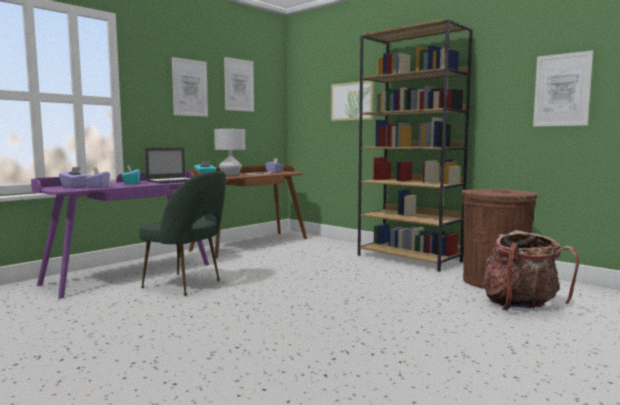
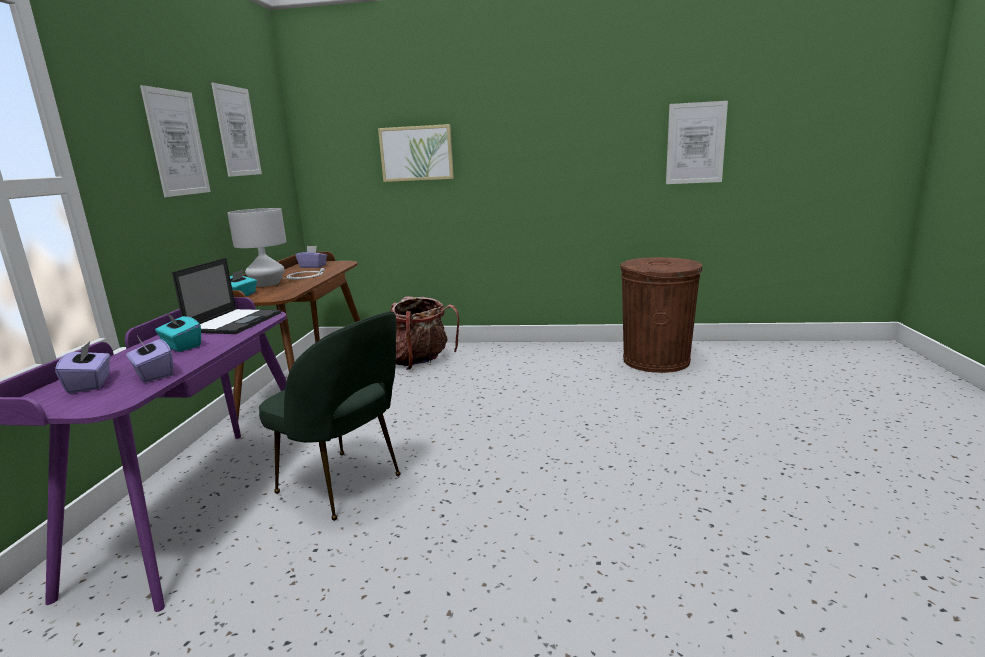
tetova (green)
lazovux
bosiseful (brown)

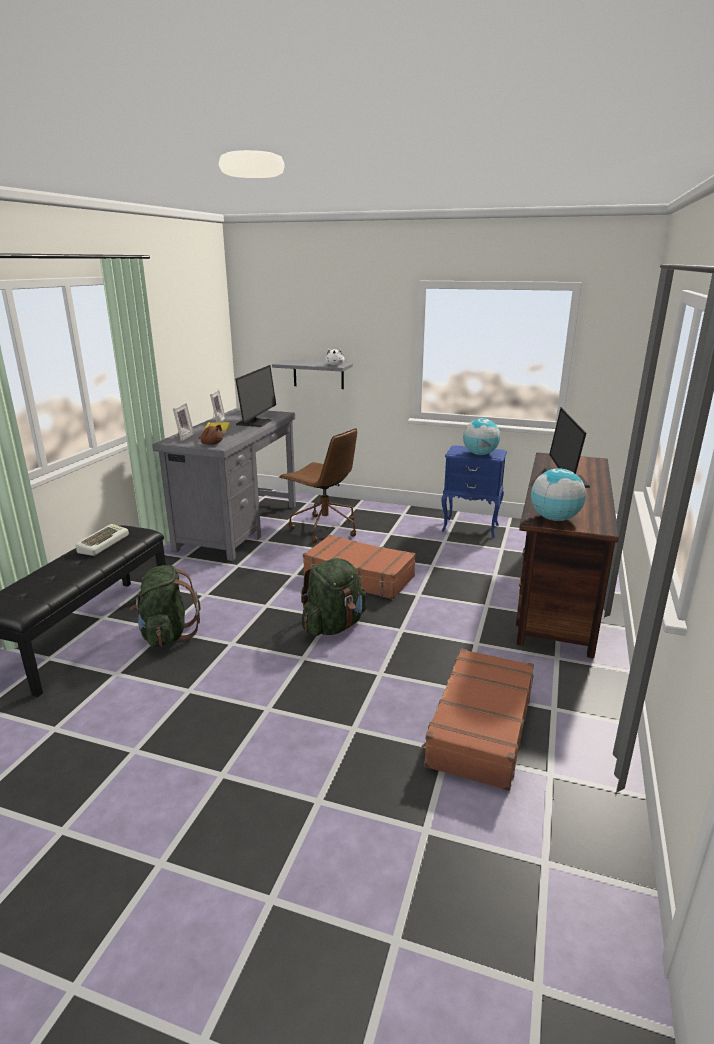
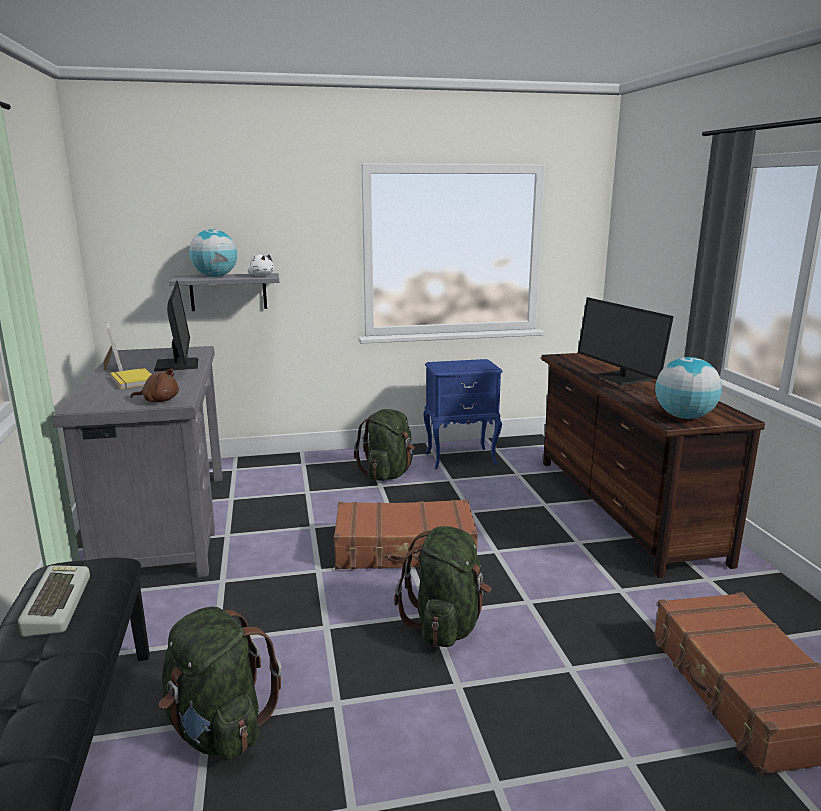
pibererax (1st from left)
lazovux (green) (2nd from left)
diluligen (1st from left in the first image)
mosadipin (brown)

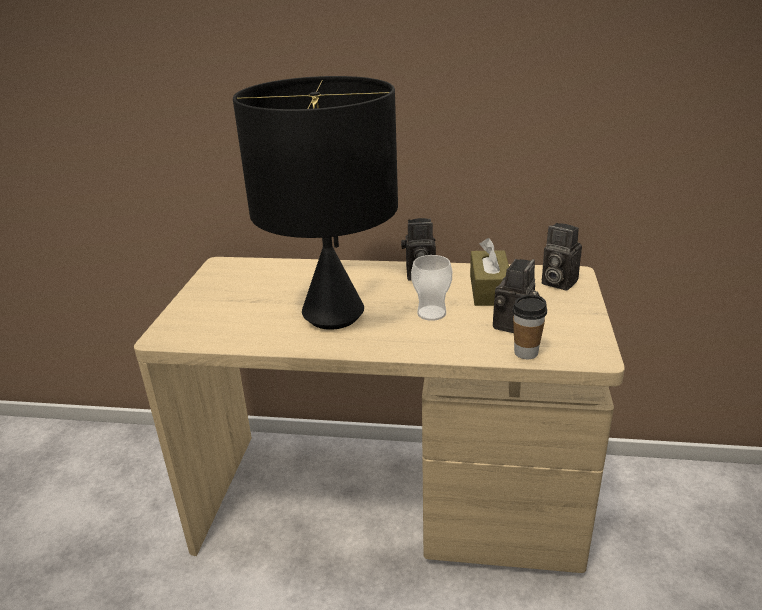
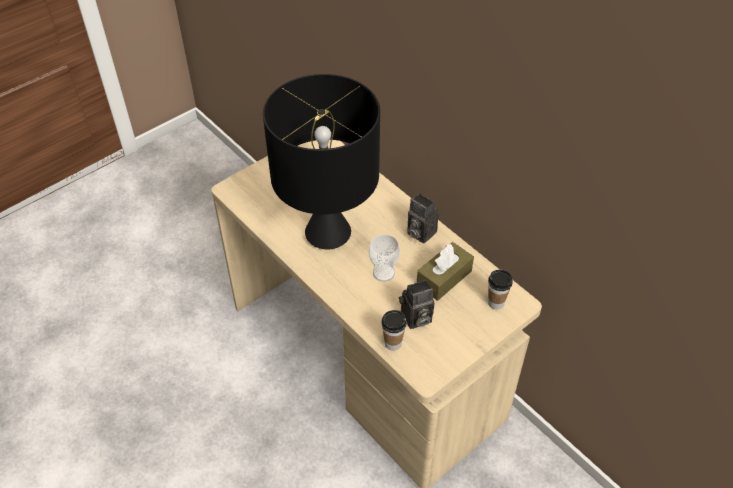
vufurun (3rd from left)

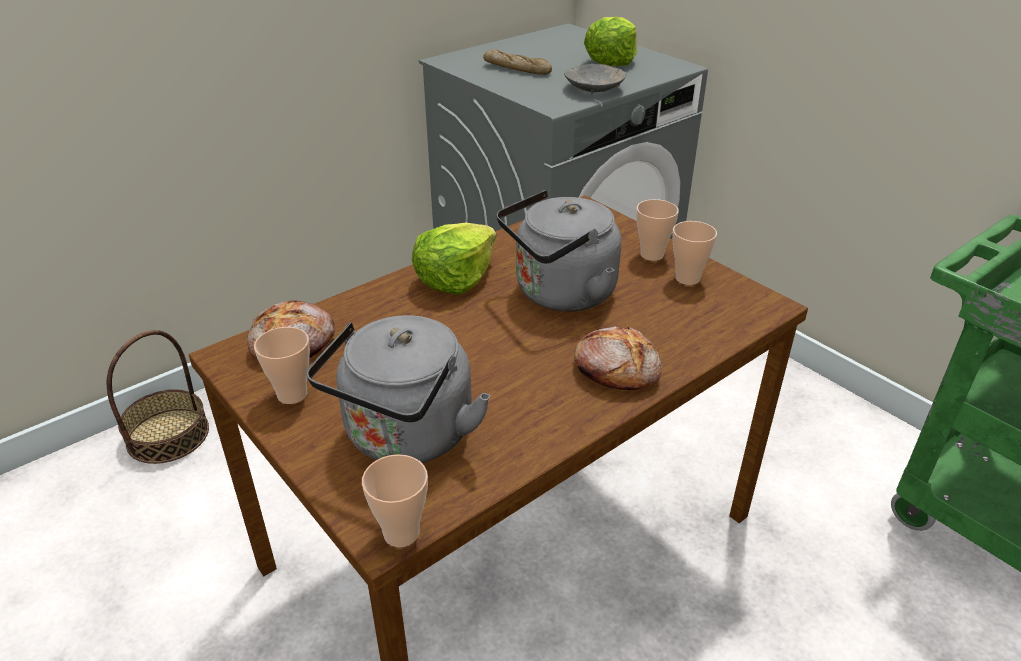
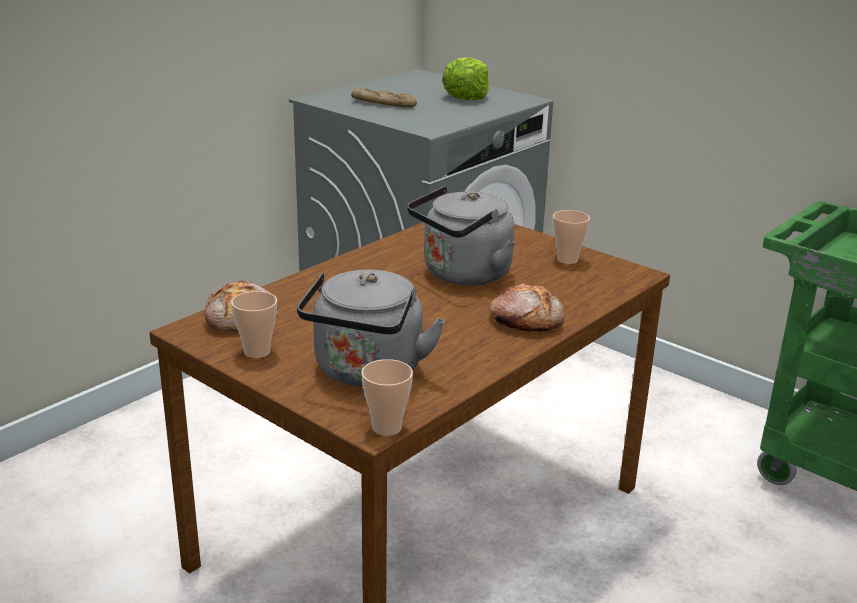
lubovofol
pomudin (1st from left in the first image)
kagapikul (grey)
vufurun (3rd from left in the first image)

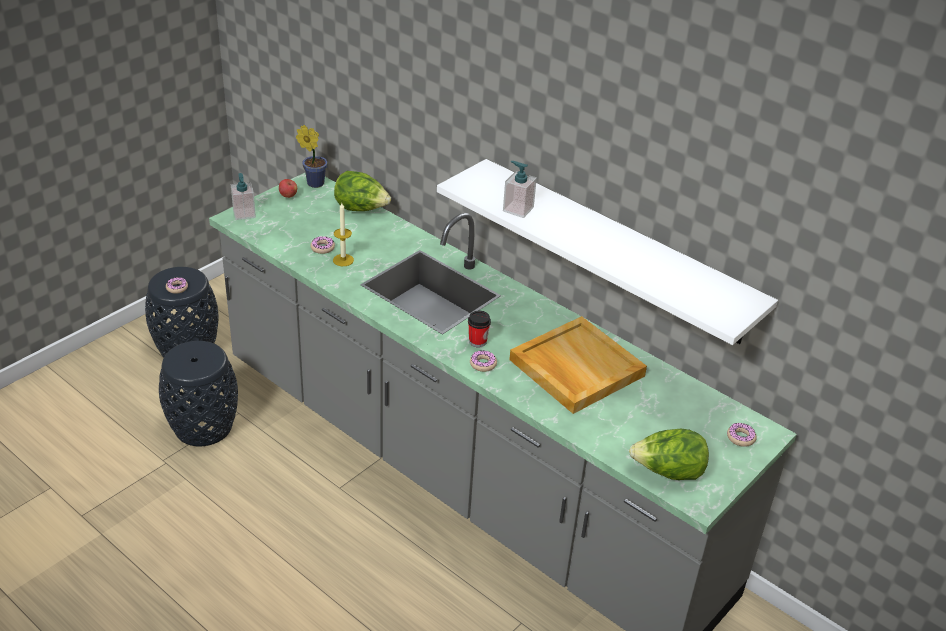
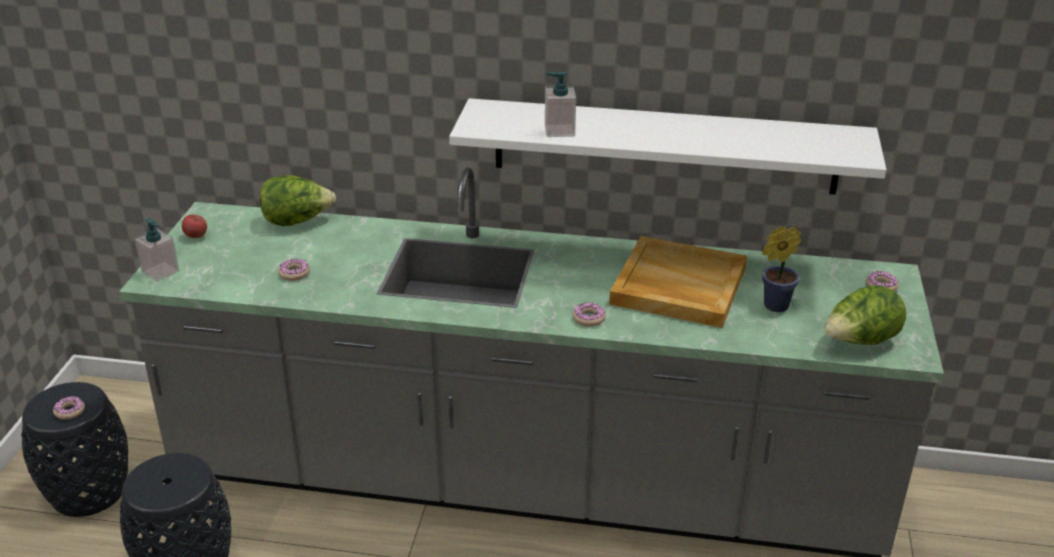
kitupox
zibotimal
vufurun

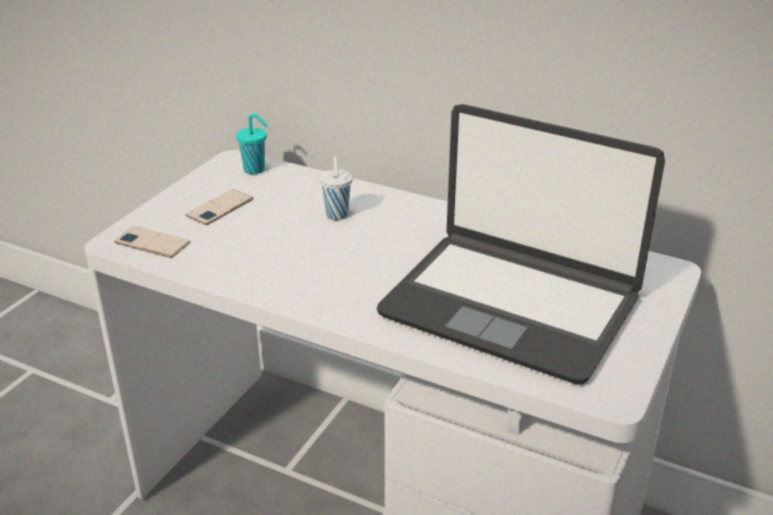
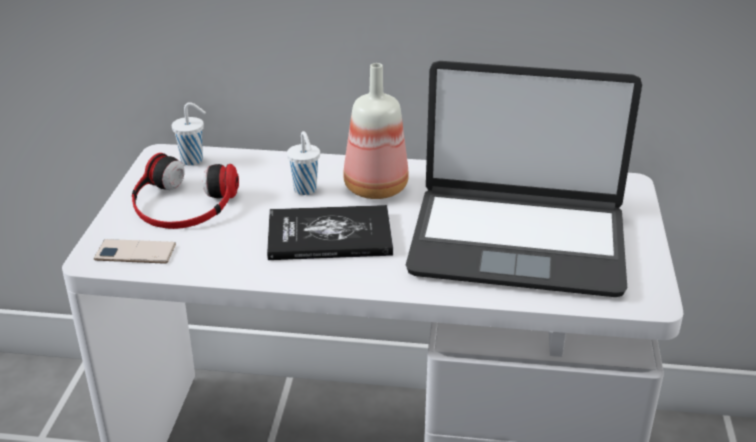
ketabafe
vufurun (white) (1st from left)
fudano
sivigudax

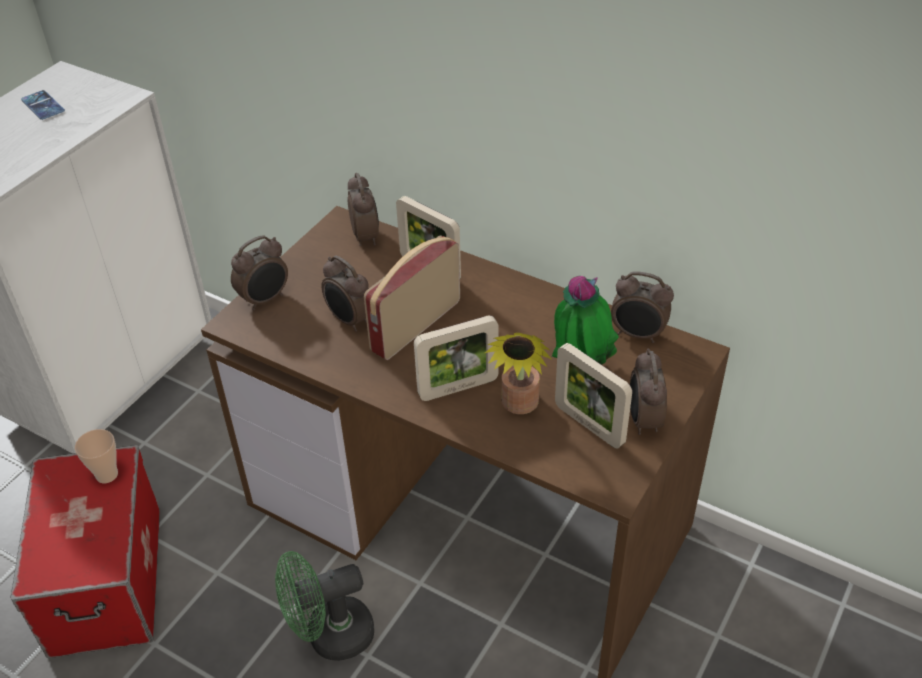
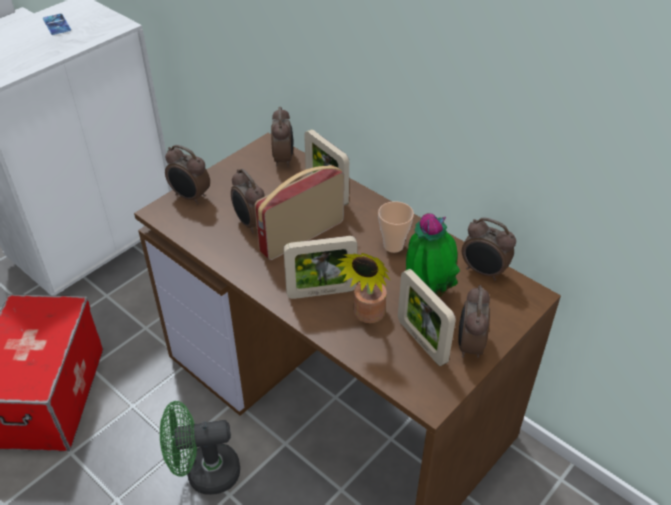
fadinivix (1st from left)
vufurun

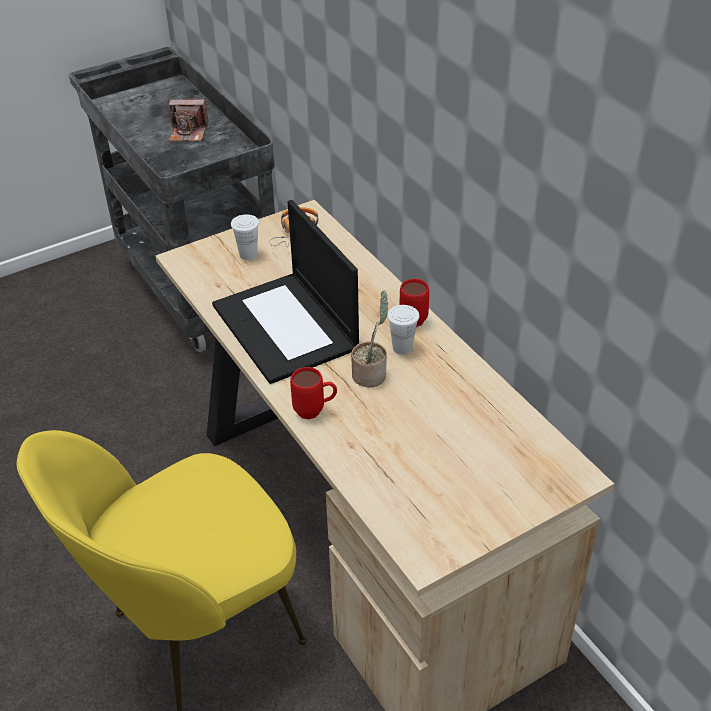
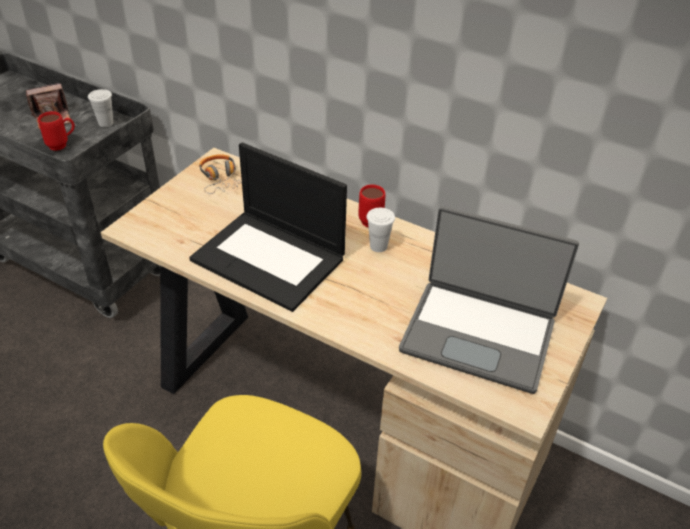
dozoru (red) (1st from left)
vufurun (white) (1st from left)
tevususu (2nd from left)
kitupox

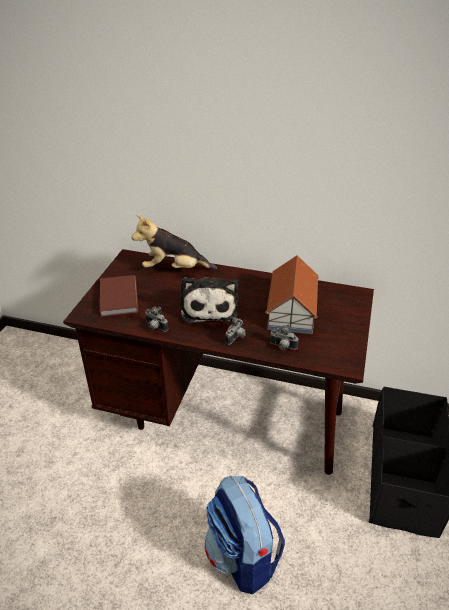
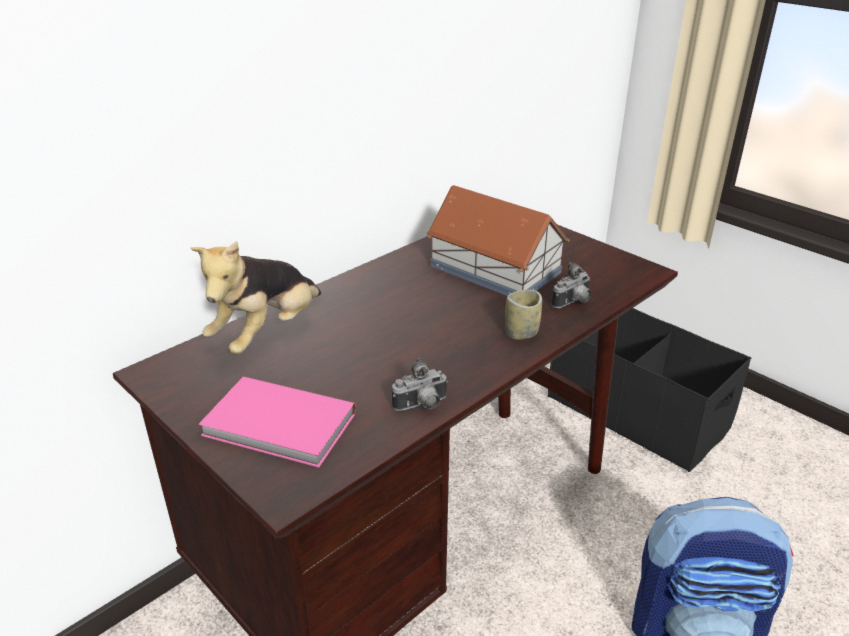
fudano (pink)
vufurun
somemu (2nd from left in the first image)

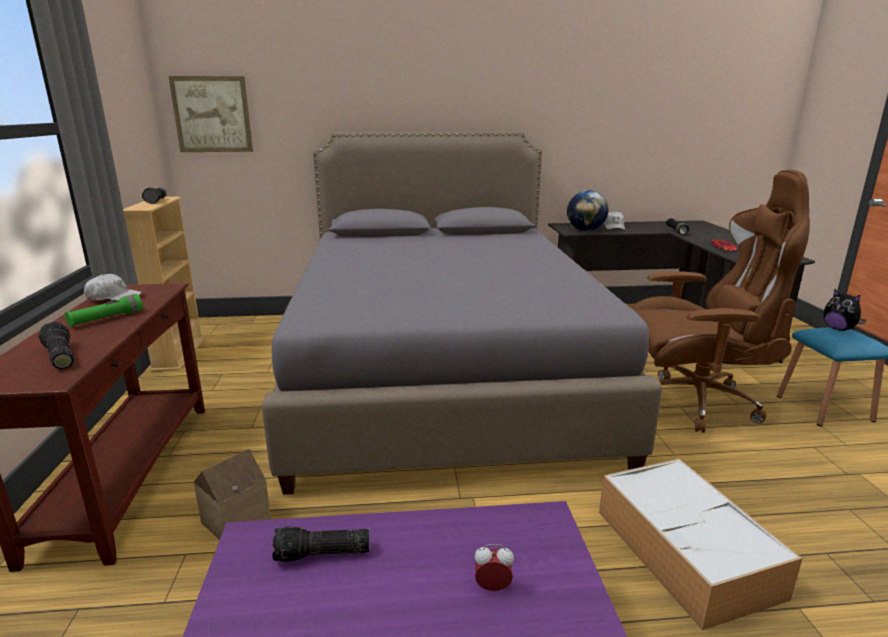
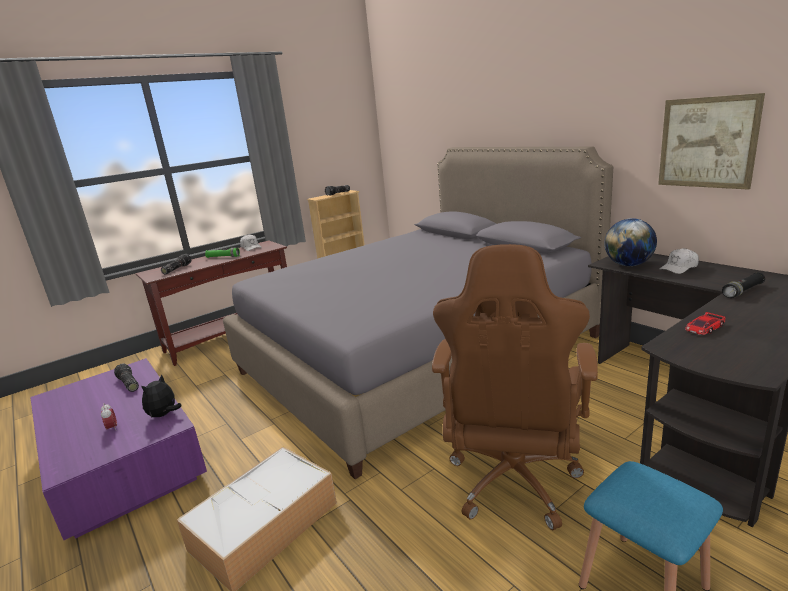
somemu
mosadipin (brown)
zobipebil
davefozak

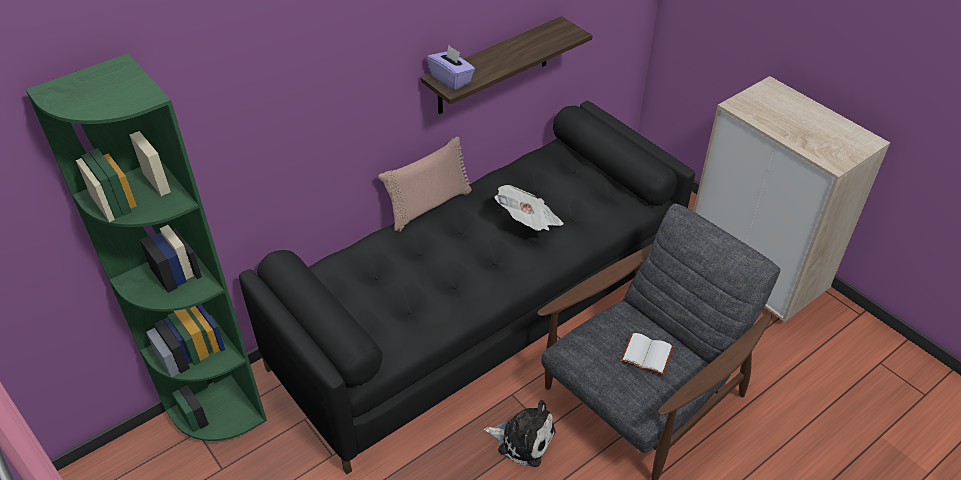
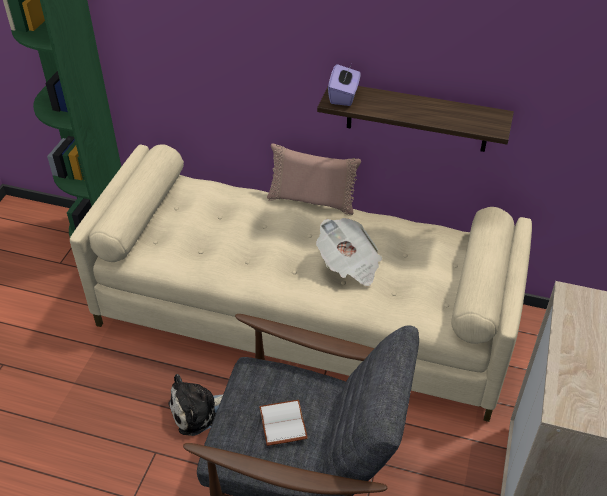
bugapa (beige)
somemu

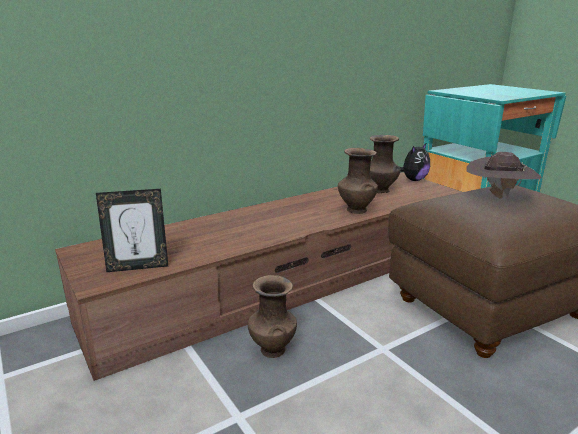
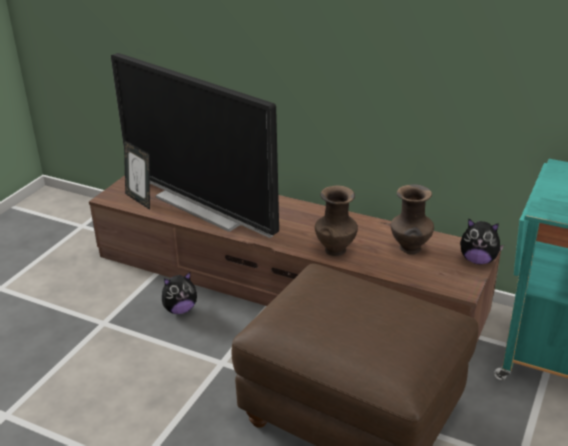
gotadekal
somemu (1st from left)
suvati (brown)

